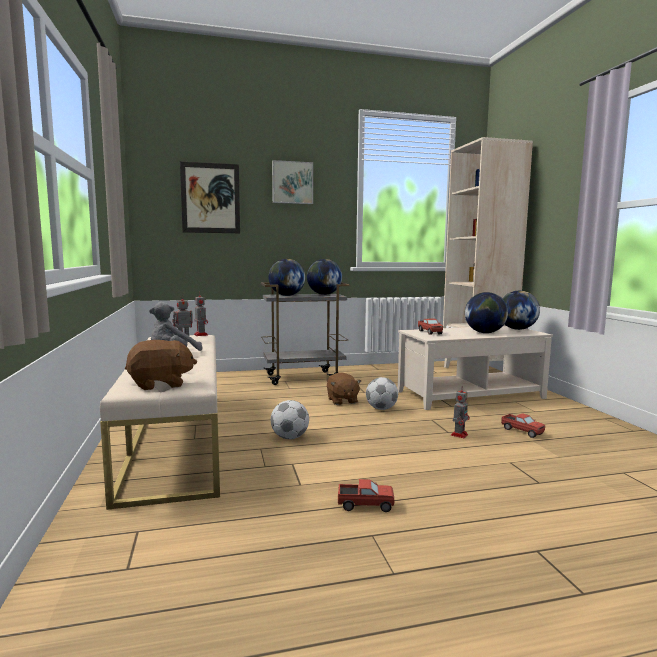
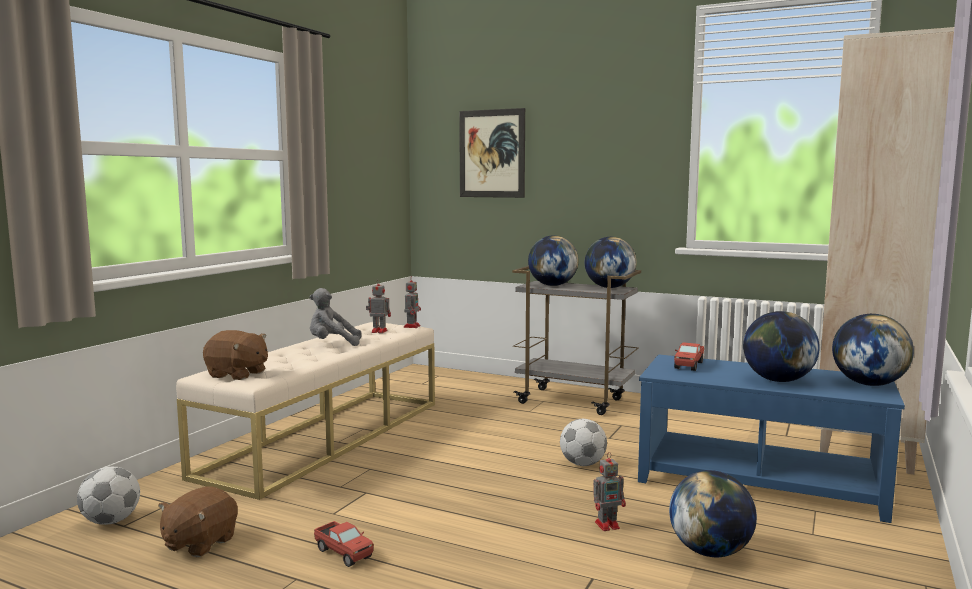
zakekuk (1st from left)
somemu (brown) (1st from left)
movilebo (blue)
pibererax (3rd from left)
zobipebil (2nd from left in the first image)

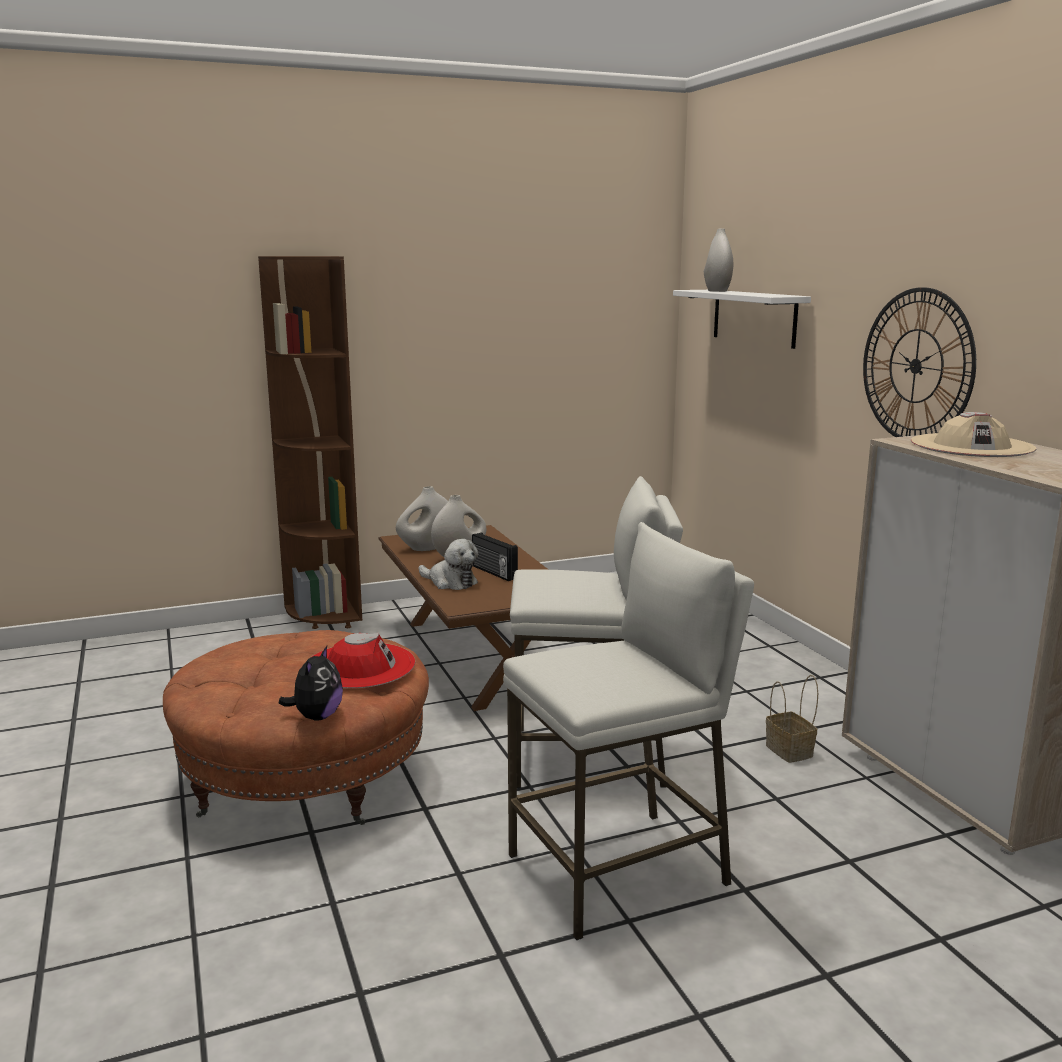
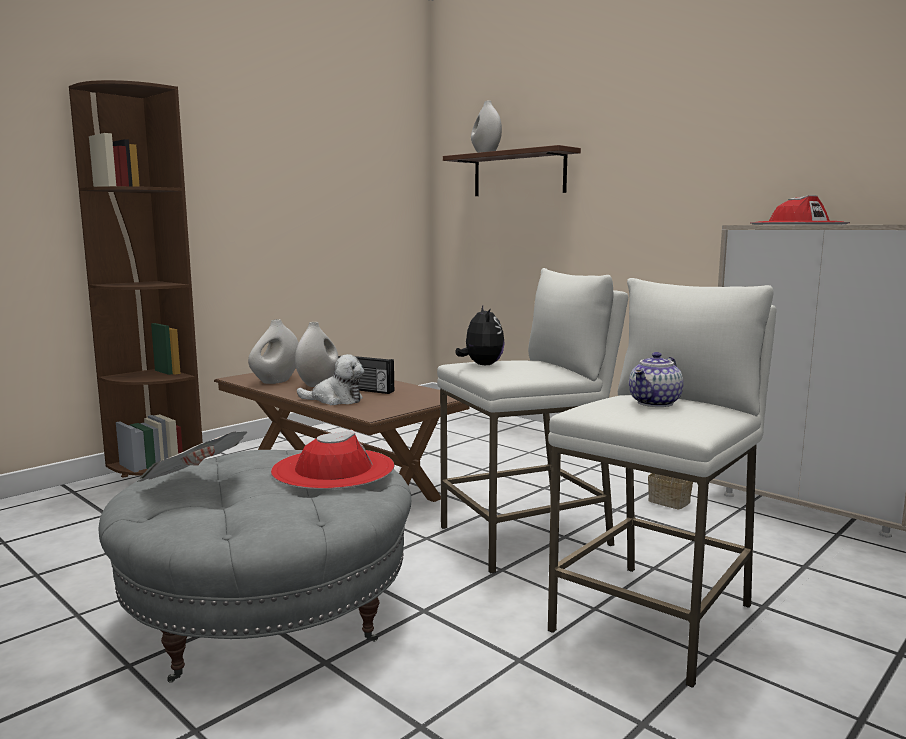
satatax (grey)
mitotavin
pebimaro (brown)
somemu (2nd from left)
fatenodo
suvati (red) (2nd from left)
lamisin

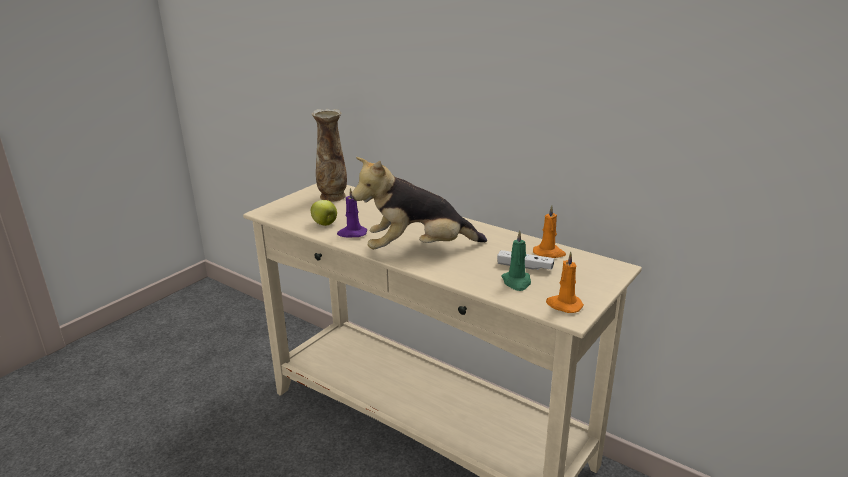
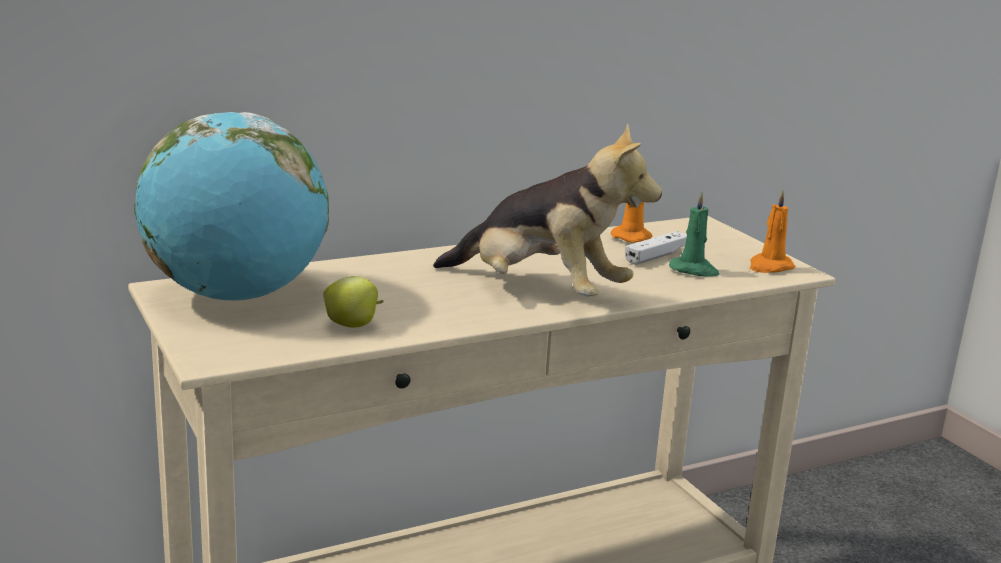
pibererax
somemu
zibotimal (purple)

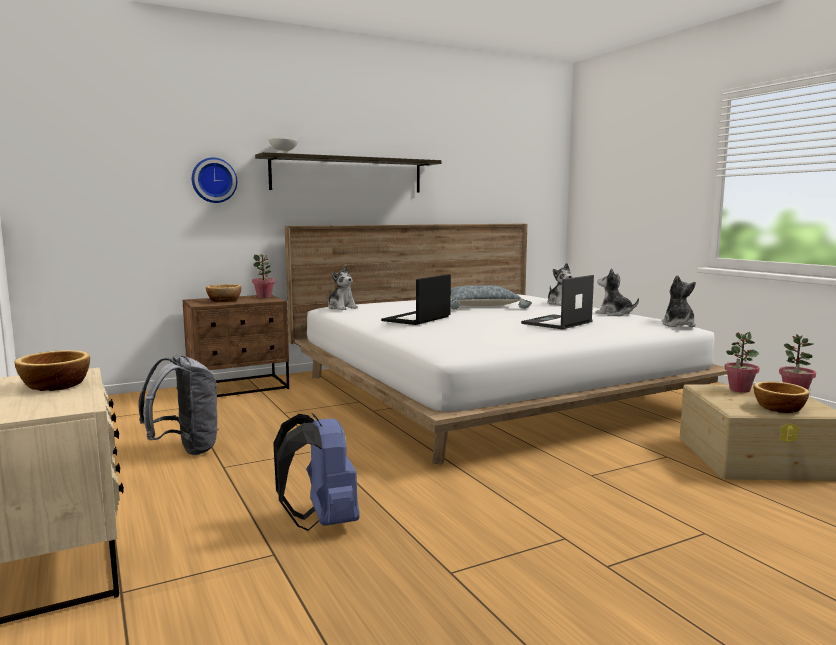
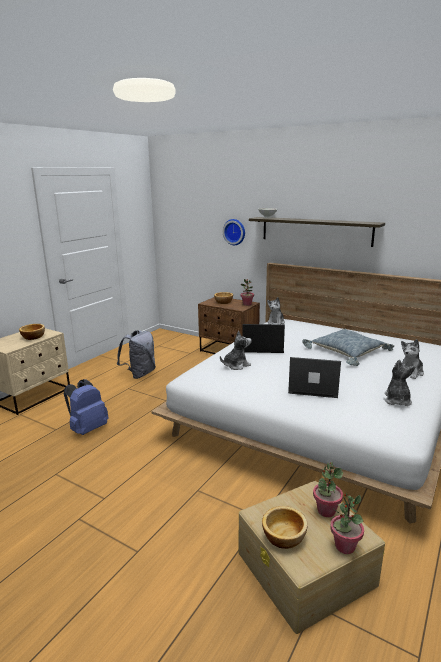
somemu (1st from left)

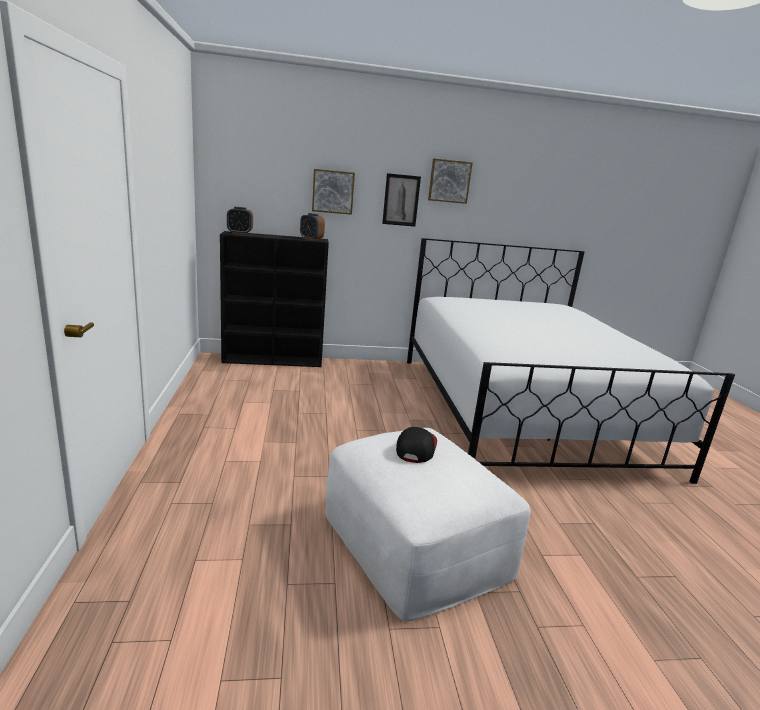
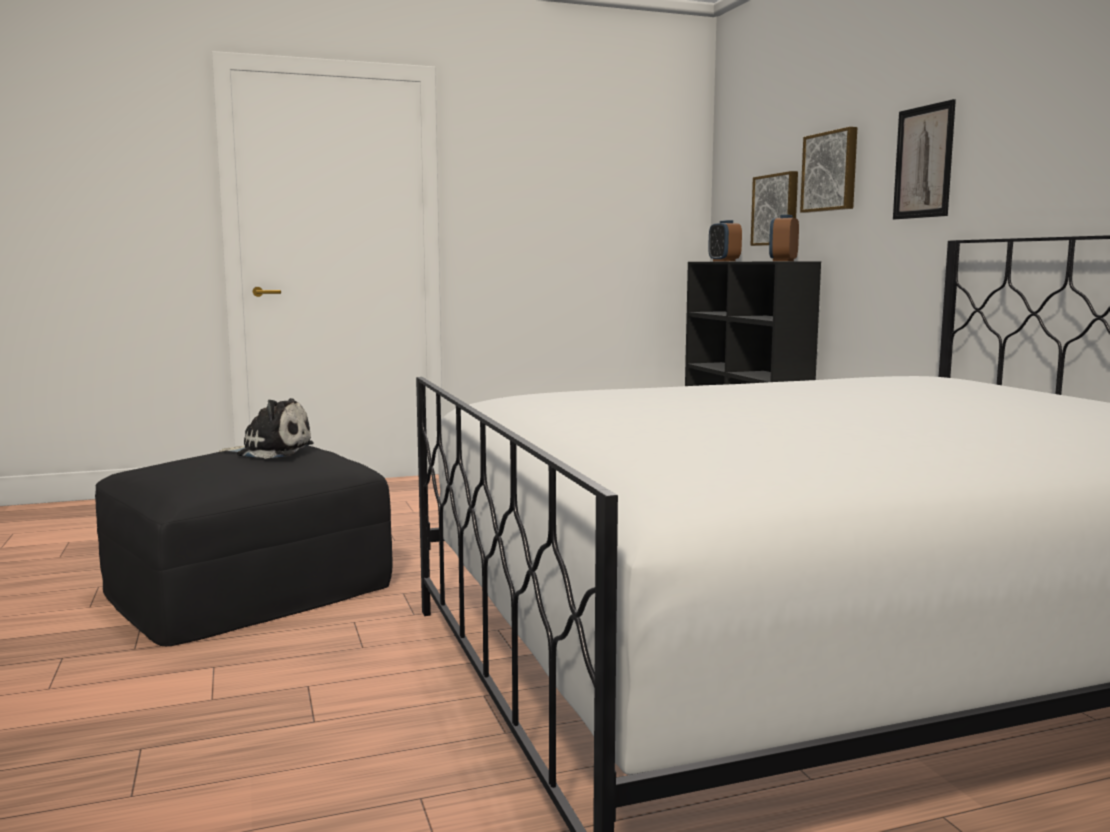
satatax (black)
somemu
zobipebil (1st from left)

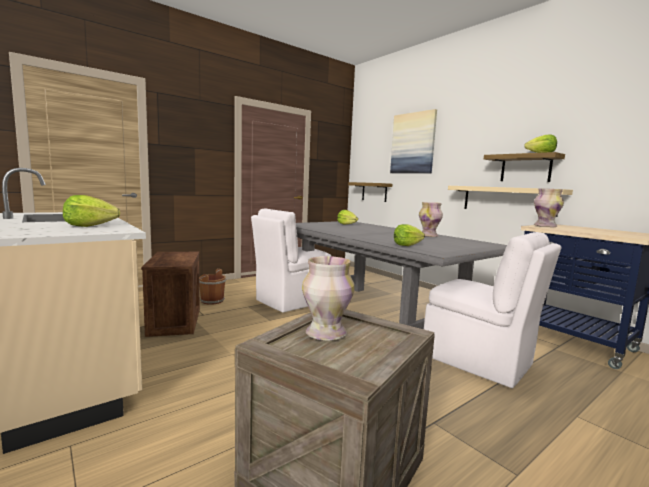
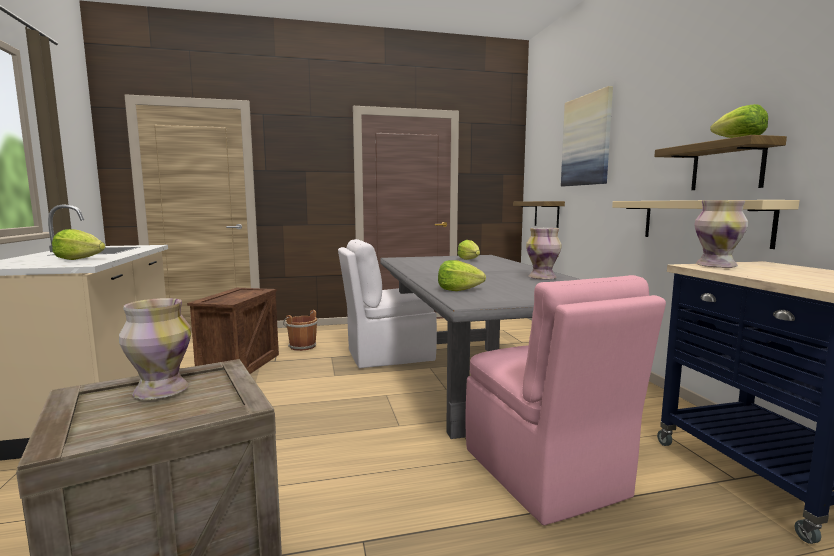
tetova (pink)

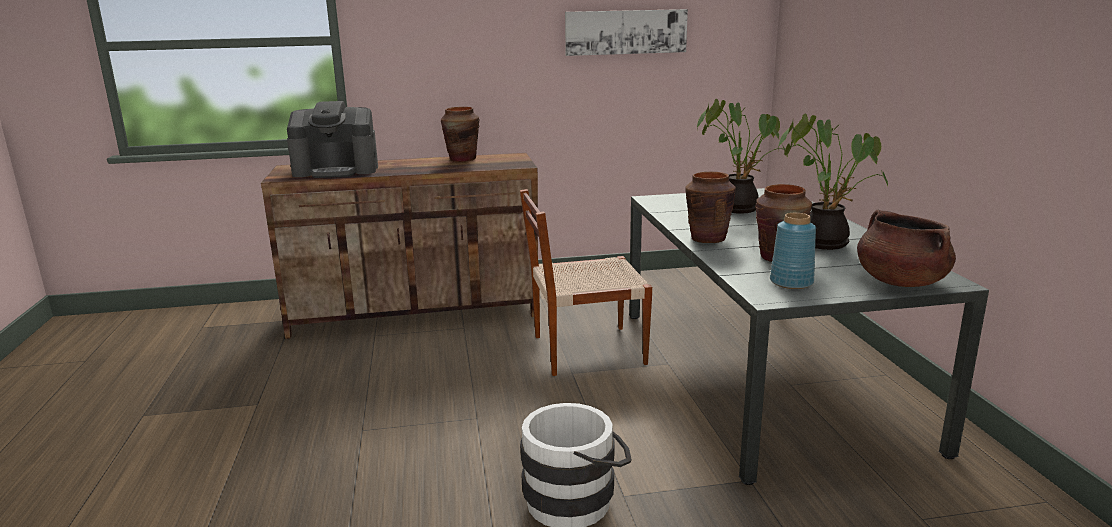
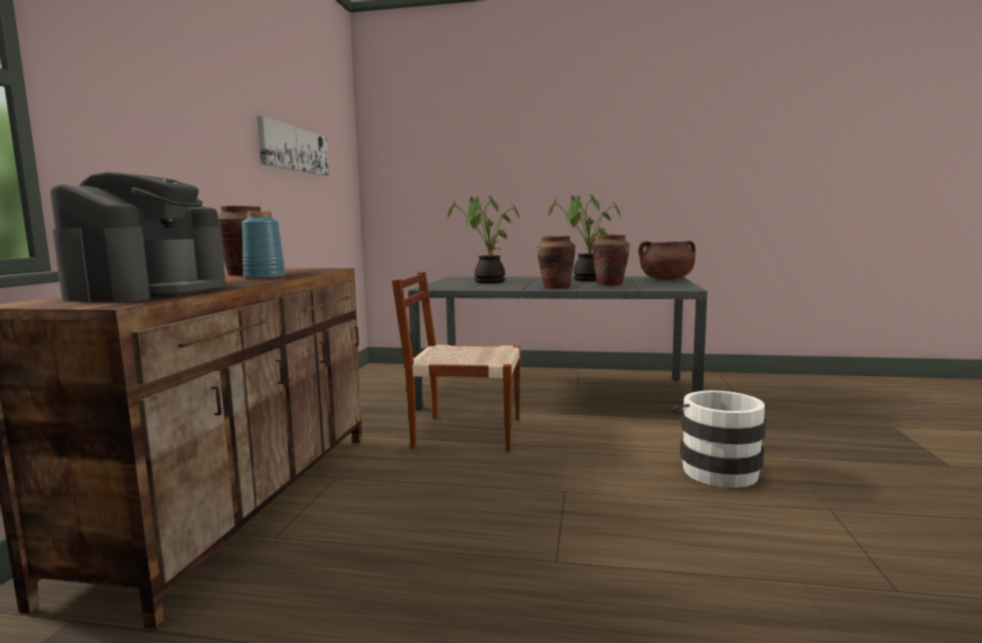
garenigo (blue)
tetova

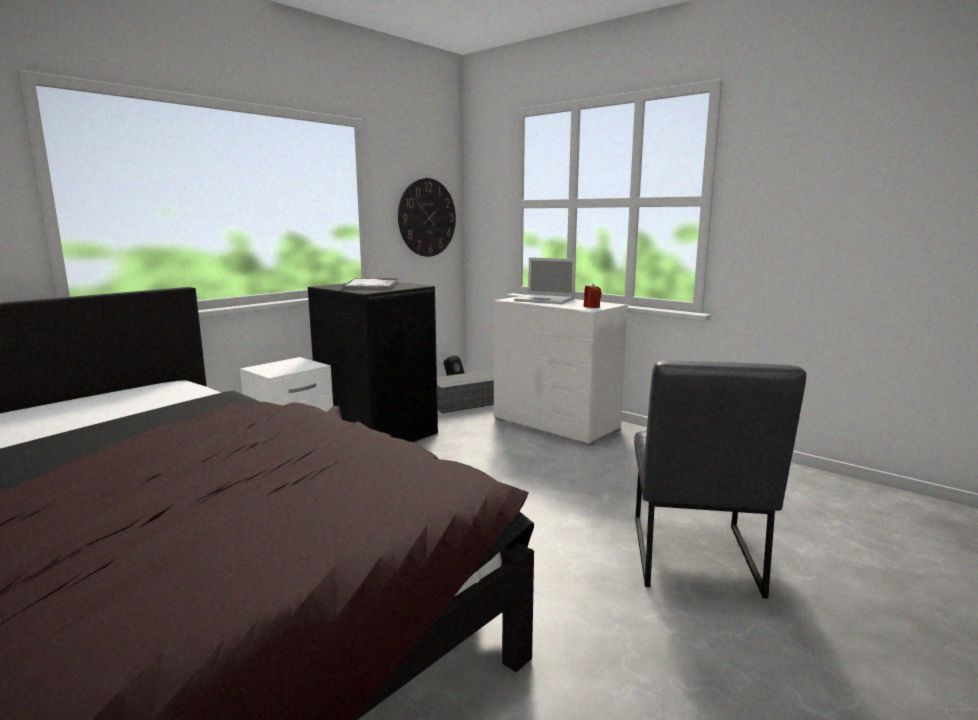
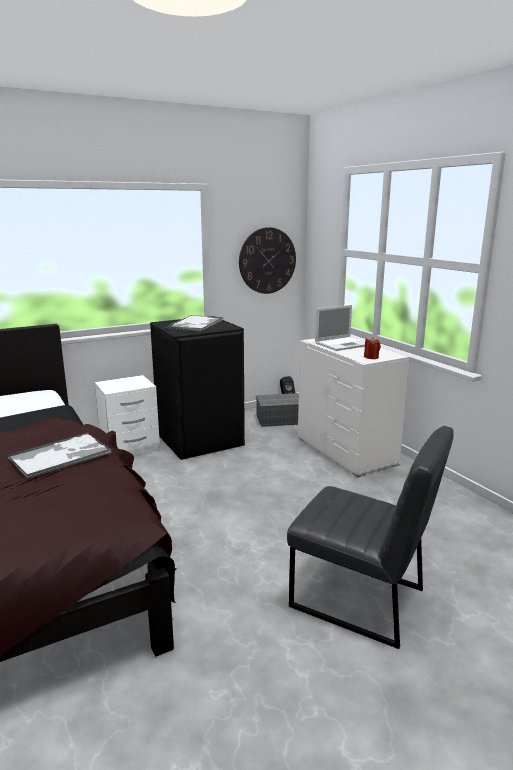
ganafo (1st from left)
tetova (grey)
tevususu

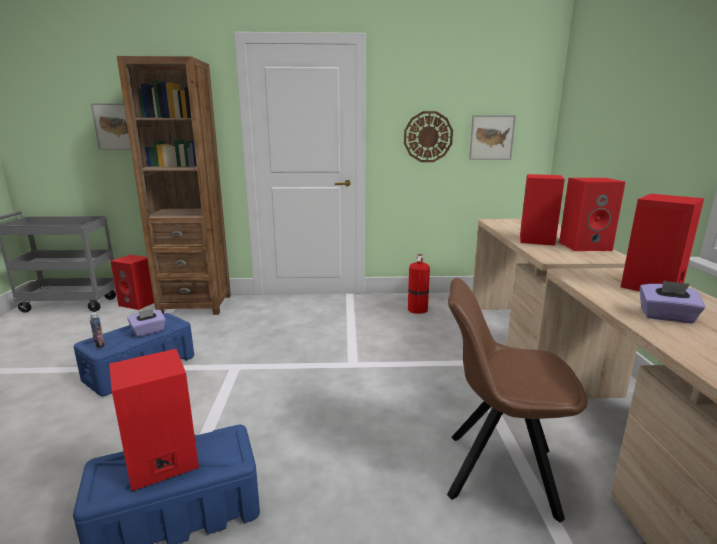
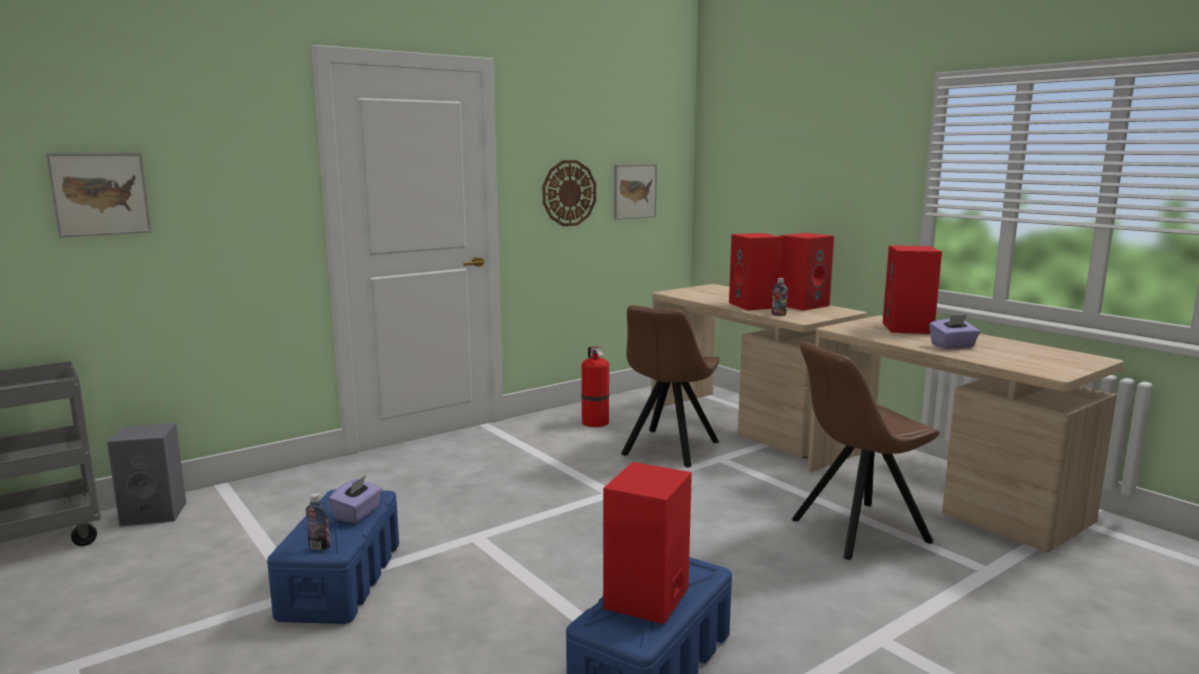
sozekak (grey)
tetova (brown) (1st from left)
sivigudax (2nd from left)
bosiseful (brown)

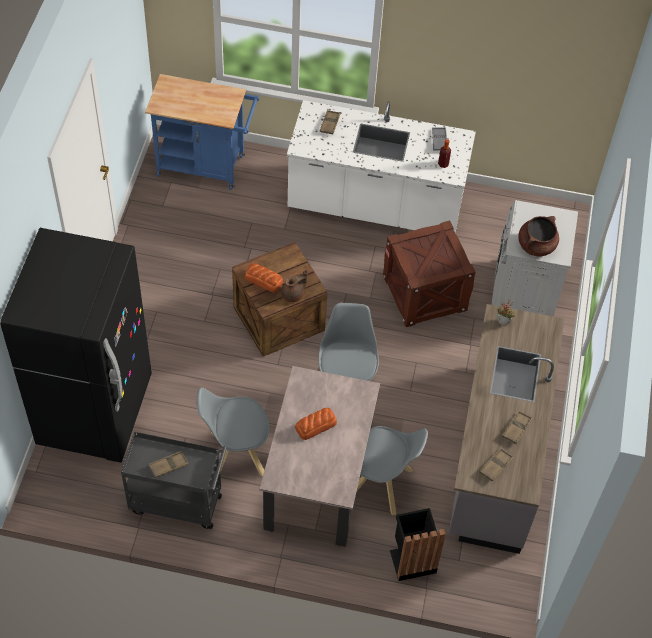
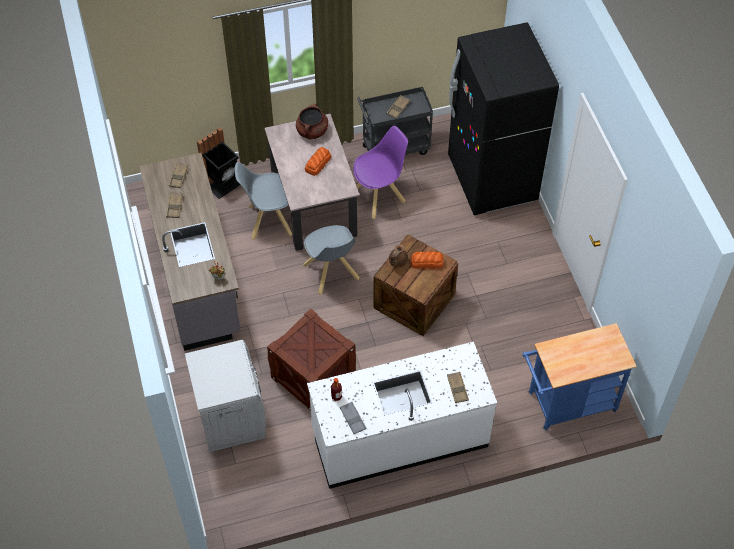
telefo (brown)
tetova (purple)

